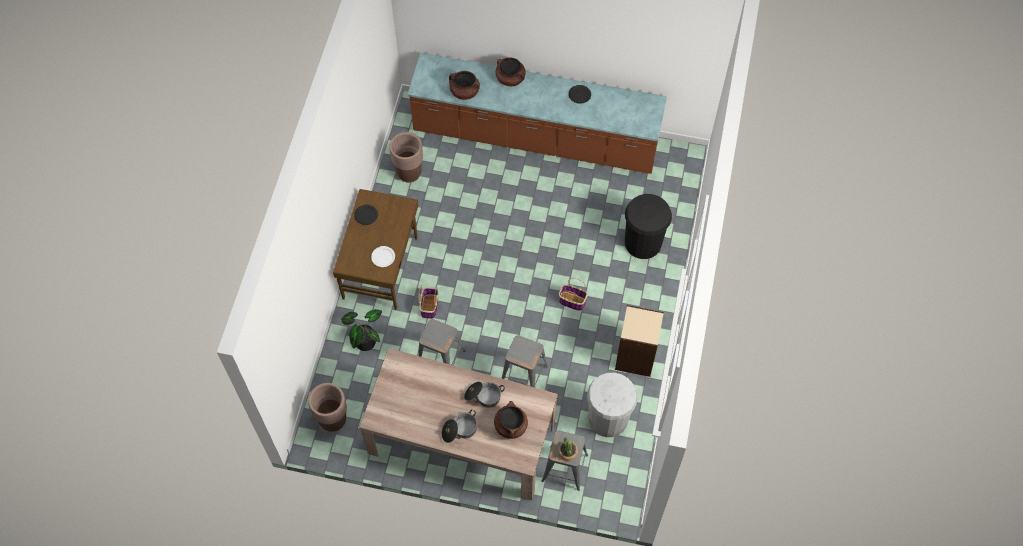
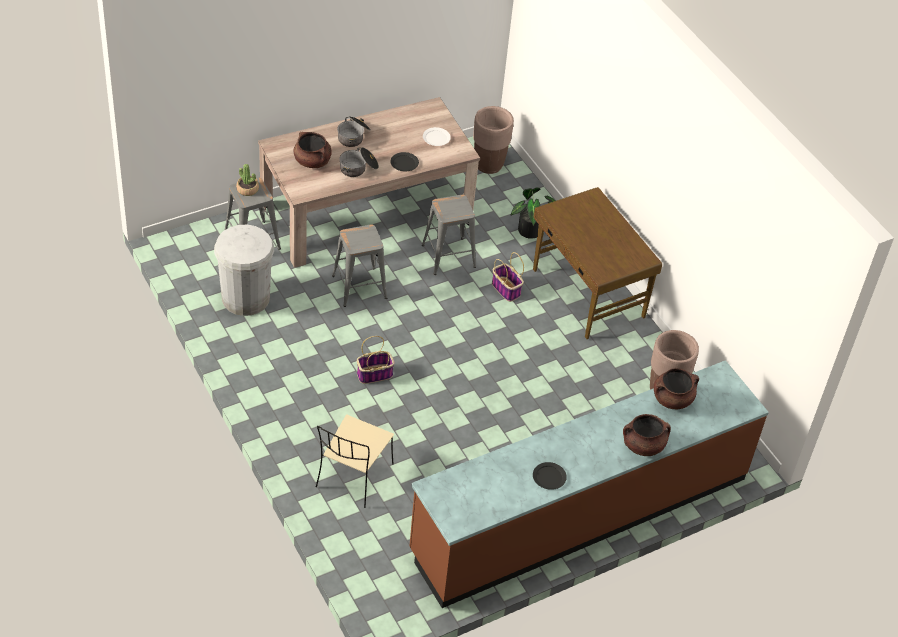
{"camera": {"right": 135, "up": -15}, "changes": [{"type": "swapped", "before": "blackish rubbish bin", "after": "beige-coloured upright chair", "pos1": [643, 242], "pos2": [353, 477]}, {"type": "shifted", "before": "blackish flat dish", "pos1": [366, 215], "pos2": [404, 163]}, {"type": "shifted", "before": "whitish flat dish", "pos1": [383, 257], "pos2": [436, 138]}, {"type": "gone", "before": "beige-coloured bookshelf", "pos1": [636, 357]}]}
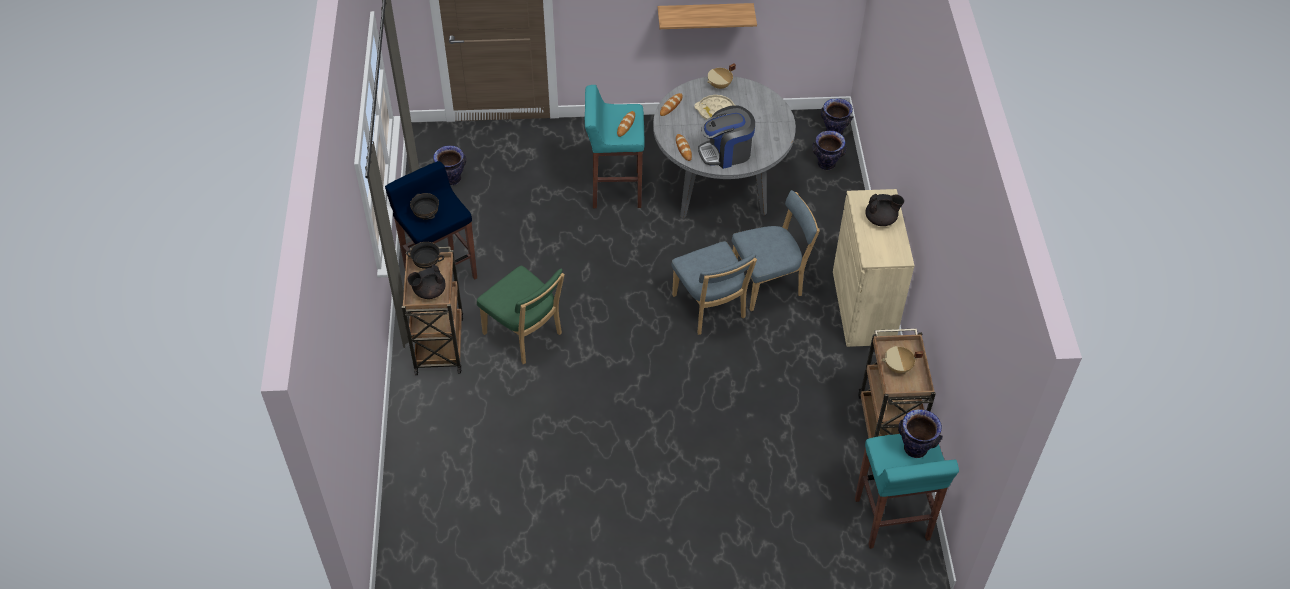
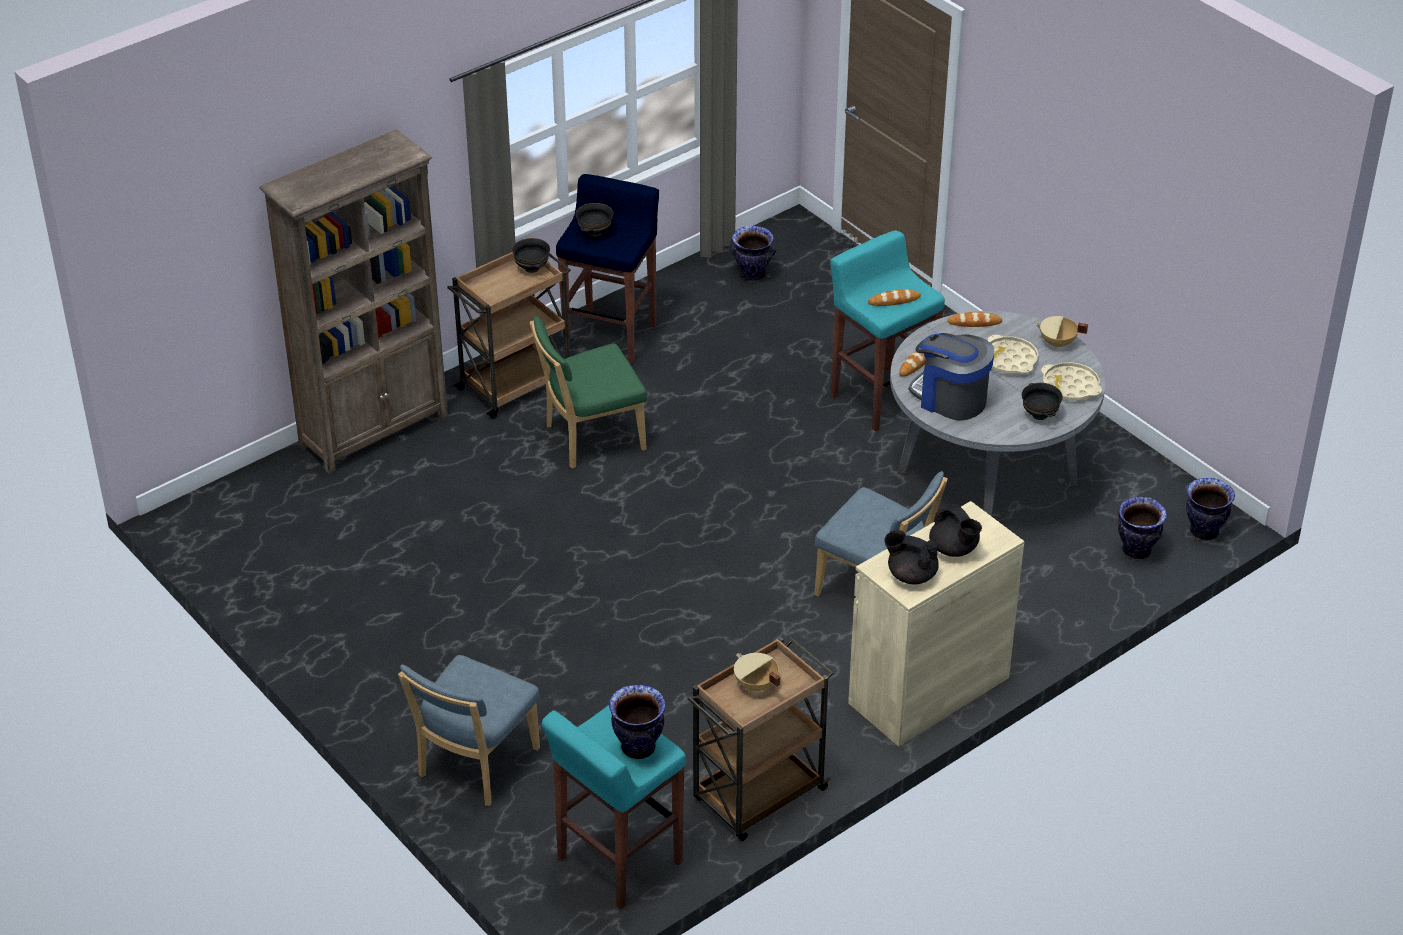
{"camera": {"right": 55, "up": -10}, "changes": [{"type": "gone", "before": "wall shelf", "pos1": [705, 15]}, {"type": "shifted", "before": "blue-coloured upright chair", "pos1": [710, 309], "pos2": [474, 766]}, {"type": "shifted", "before": "blackish tea pot", "pos1": [429, 292], "pos2": [911, 575]}, {"type": "rotated", "before": "green-coloured upright chair", "pos1": [525, 336], "pos2": [590, 438], "turn": 60}, {"type": "new", "after": "brown bookshelf", "pos2": [375, 430]}, {"type": "new", "after": "beige-coloured serving tray", "pos2": [1070, 386]}, {"type": "new", "after": "blackish serving bowl", "pos2": [1040, 415]}]}
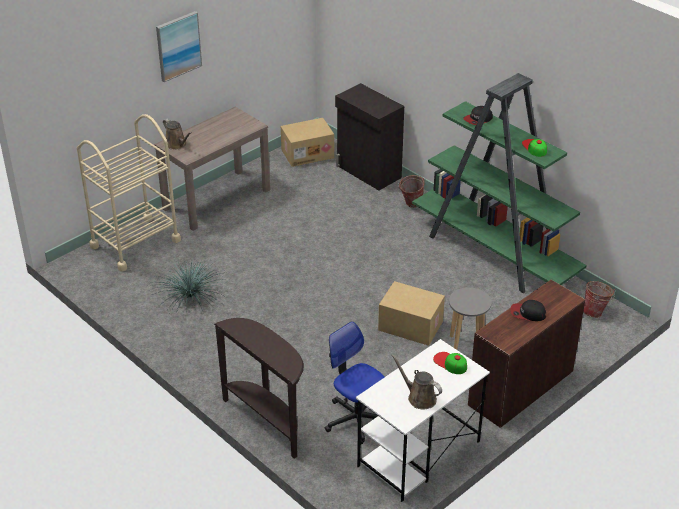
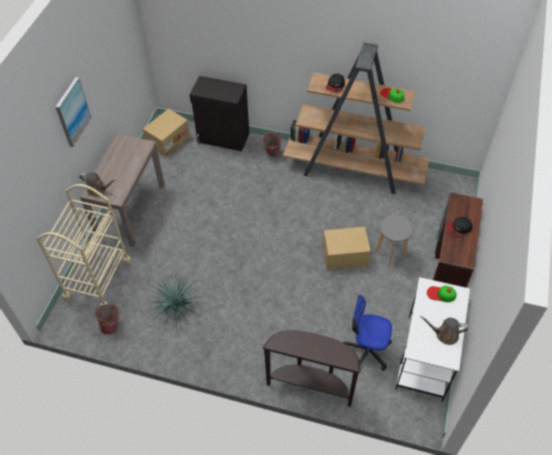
{"camera": {"right": -30, "up": 15}, "changes": [{"type": "repainted", "before": "green-coloured bookshelf", "after": "brown bookshelf", "pos1": [494, 253], "pos2": [354, 170]}, {"type": "shifted", "before": "bucket", "pos1": [596, 312], "pos2": [112, 325]}]}
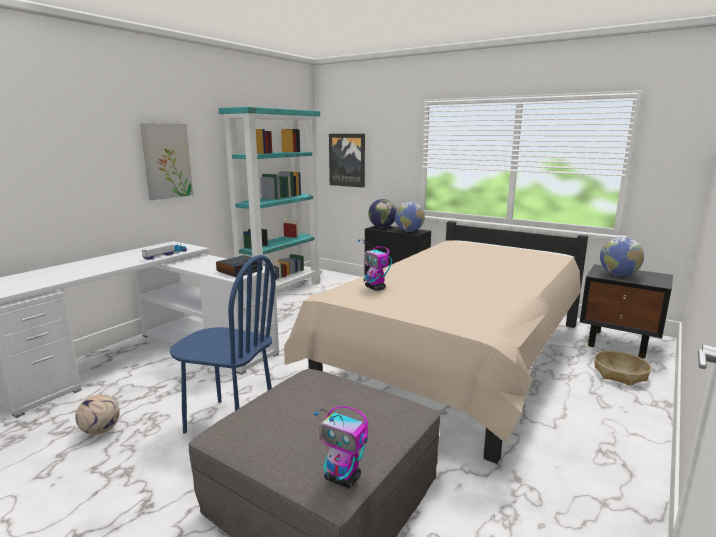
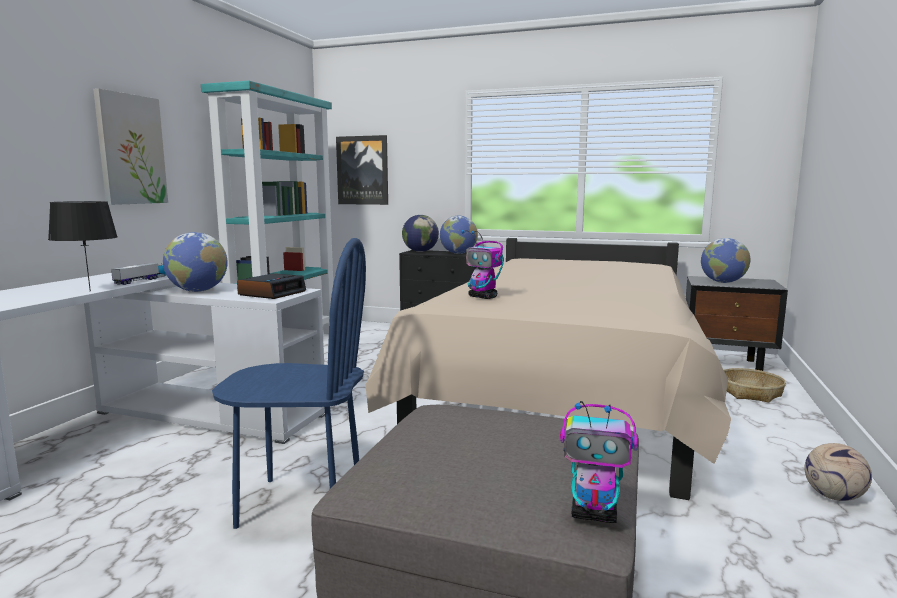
{"camera": {"right": -15, "up": -5}, "changes": [{"type": "shifted", "before": "ball for football", "pos1": [100, 430], "pos2": [832, 496]}, {"type": "new", "after": "blackish lamp for a table", "pos2": [91, 291]}, {"type": "new", "after": "desk globe", "pos2": [198, 291]}]}
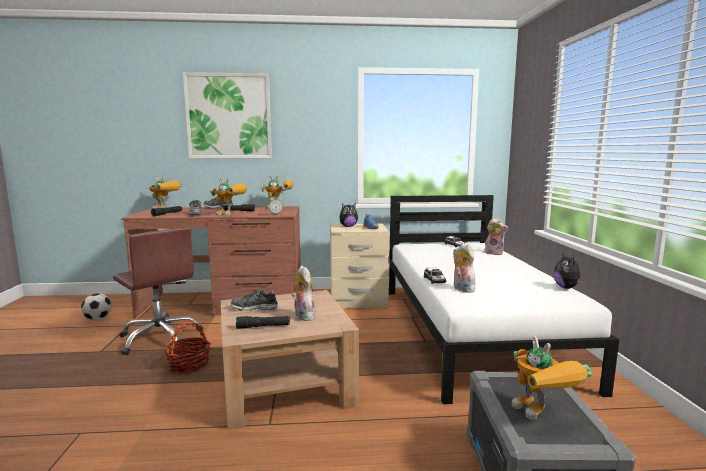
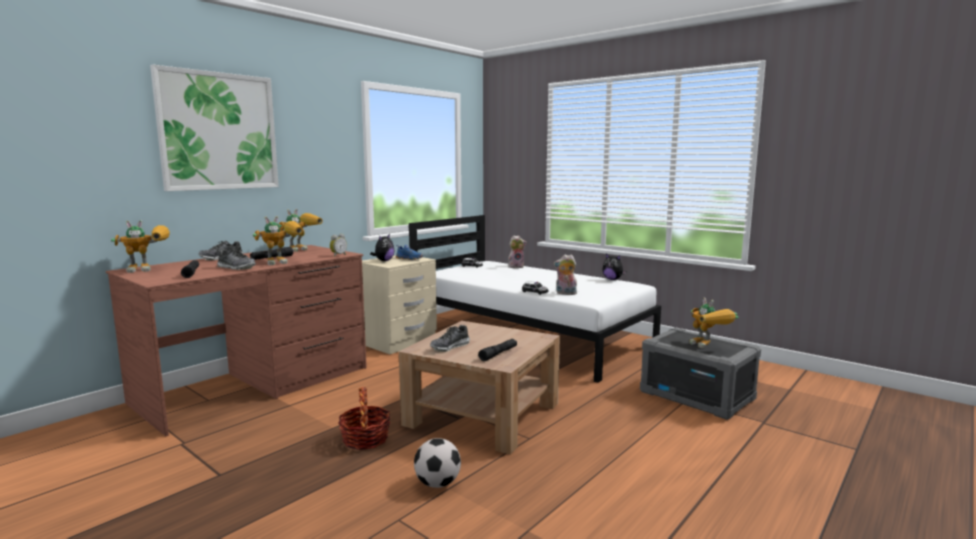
{"camera": {"right": -45, "up": 0}, "changes": [{"type": "gone", "before": "brown desk chair", "pos1": [160, 338]}, {"type": "gone", "before": "plush toy", "pos1": [303, 316]}, {"type": "shifted", "before": "ball for football", "pos1": [98, 319], "pos2": [437, 483]}, {"type": "rotated", "before": "toy robot", "pos1": [542, 416], "pos2": [709, 346], "turn": 45}]}
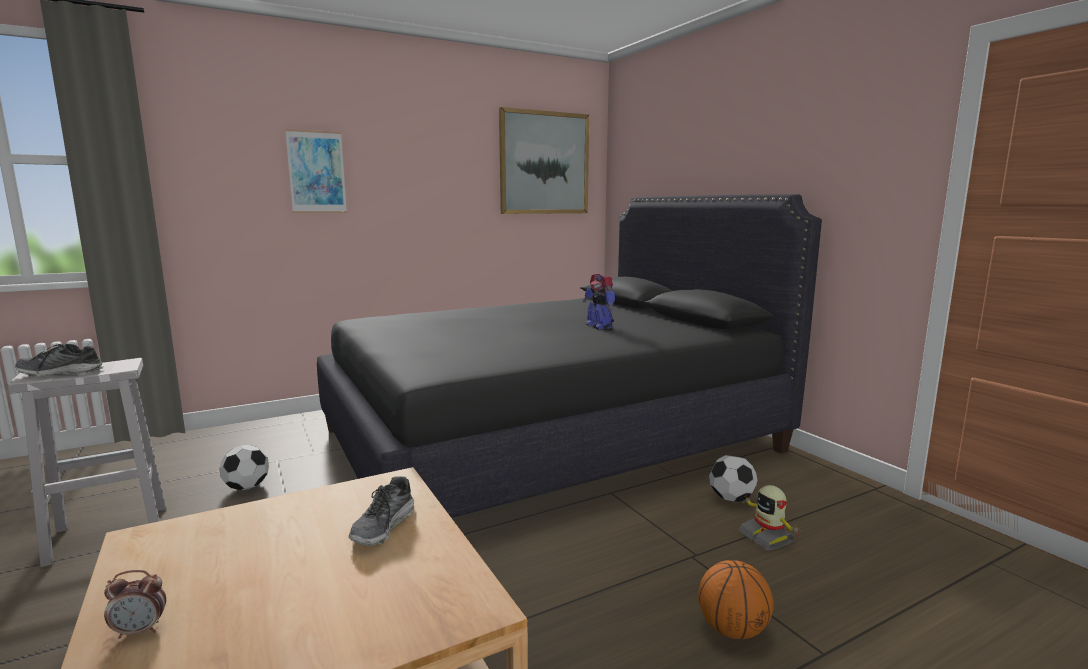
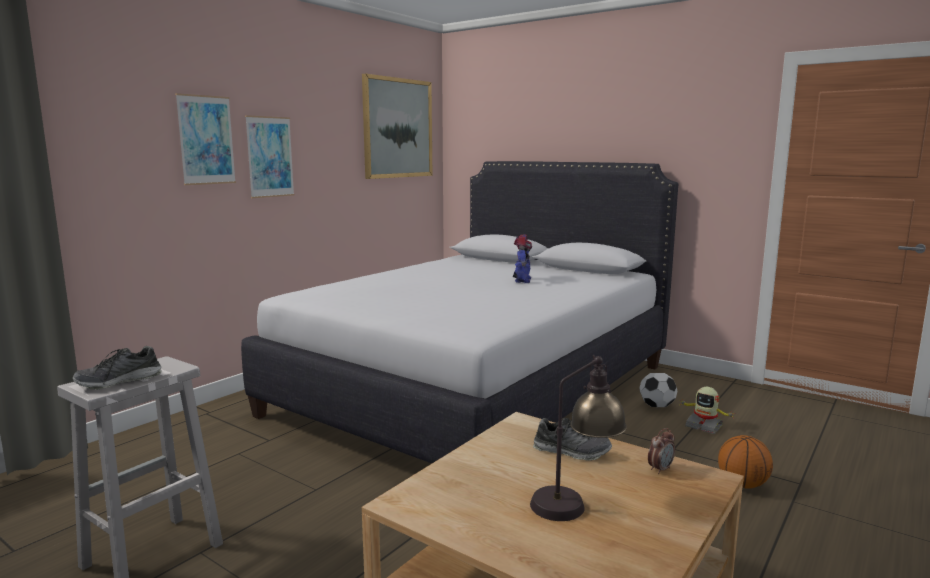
{"camera": {"right": -25, "up": 0}, "changes": [{"type": "repainted", "before": "blackish bedroom bed", "after": "whitish bedroom bed", "pos1": [549, 439], "pos2": [476, 388]}, {"type": "rotated", "before": "toy robot", "pos1": [599, 326], "pos2": [522, 280], "turn": -120}, {"type": "gone", "before": "ball for football", "pos1": [247, 487]}, {"type": "rotated", "before": "item of footwear", "pos1": [383, 526], "pos2": [571, 451], "turn": -60}, {"type": "shifted", "before": "alarm clock", "pos1": [140, 631], "pos2": [660, 469]}, {"type": "new", "after": "wall picture", "pos2": [270, 157]}, {"type": "new", "after": "lamp for a table", "pos2": [576, 502]}]}
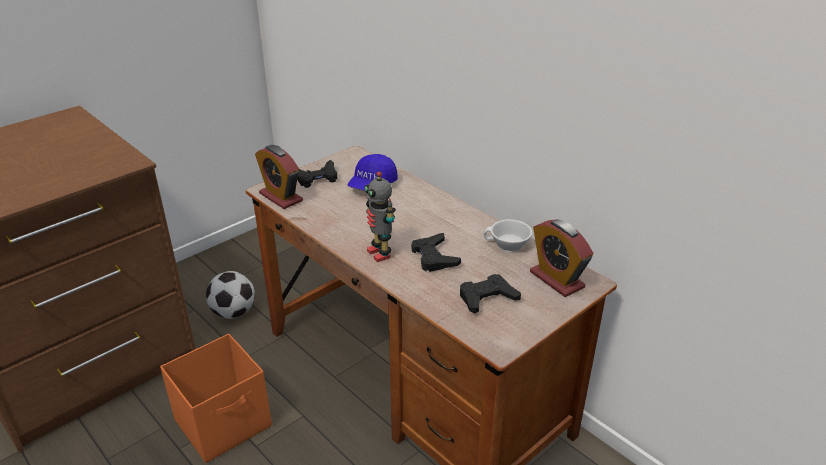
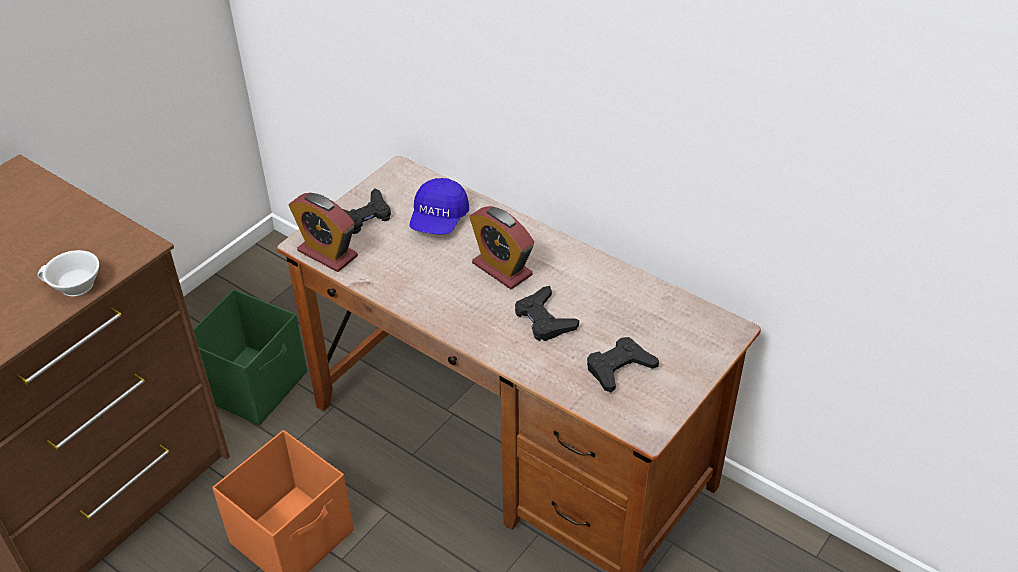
{"camera": {"right": -10, "up": 10}, "changes": [{"type": "gone", "before": "toy robot", "pos1": [380, 253]}, {"type": "shifted", "before": "whitish cup", "pos1": [508, 246], "pos2": [74, 287]}, {"type": "shifted", "before": "alarm clock", "pos1": [556, 279], "pos2": [502, 269]}, {"type": "swapped", "before": "ball for football", "after": "green-coloured storage bin", "pos1": [233, 312], "pos2": [255, 385]}]}
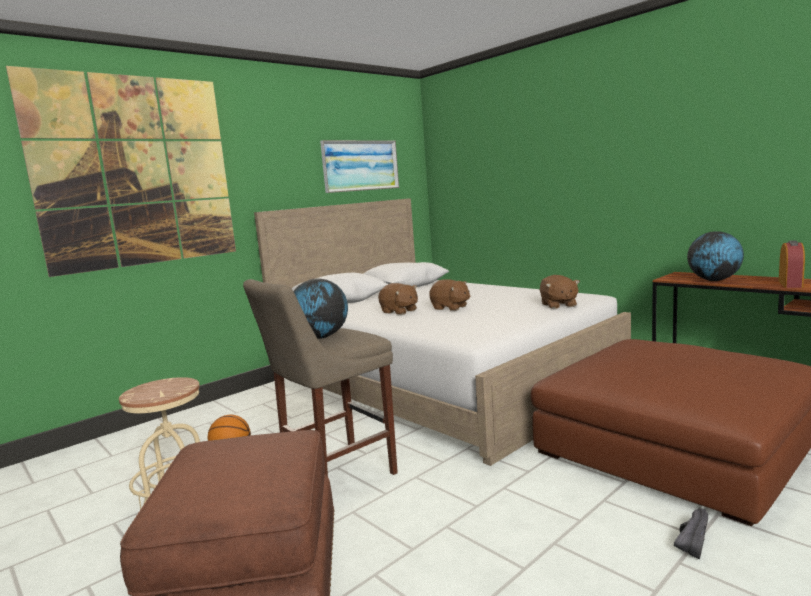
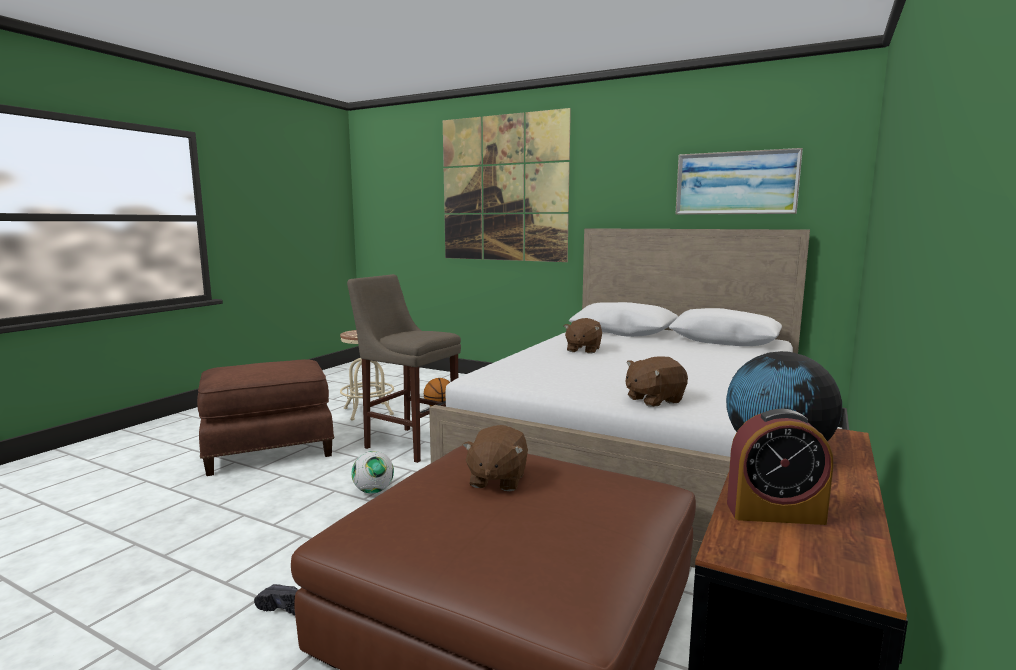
{"camera": {"right": 70, "up": 0}, "changes": [{"type": "gone", "before": "desk globe", "pos1": [321, 337]}, {"type": "shifted", "before": "brown plush toy", "pos1": [450, 308], "pos2": [497, 480]}, {"type": "new", "after": "ball for football", "pos2": [373, 491]}]}
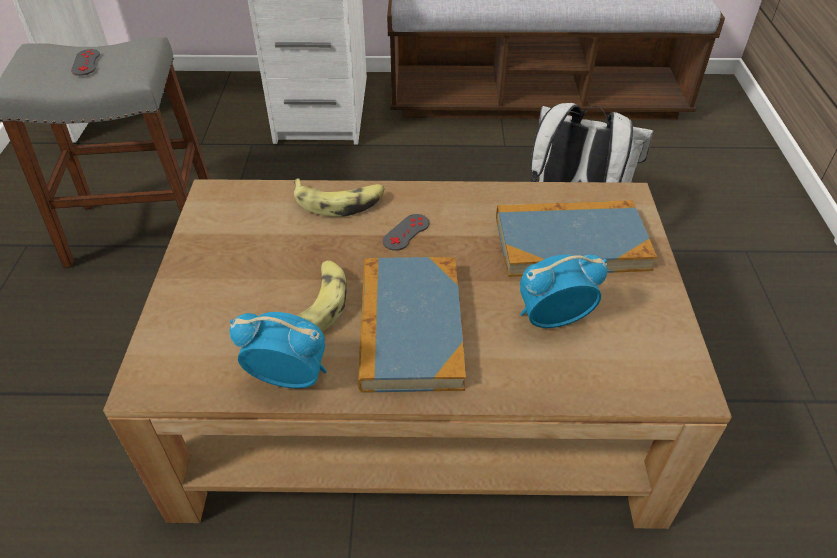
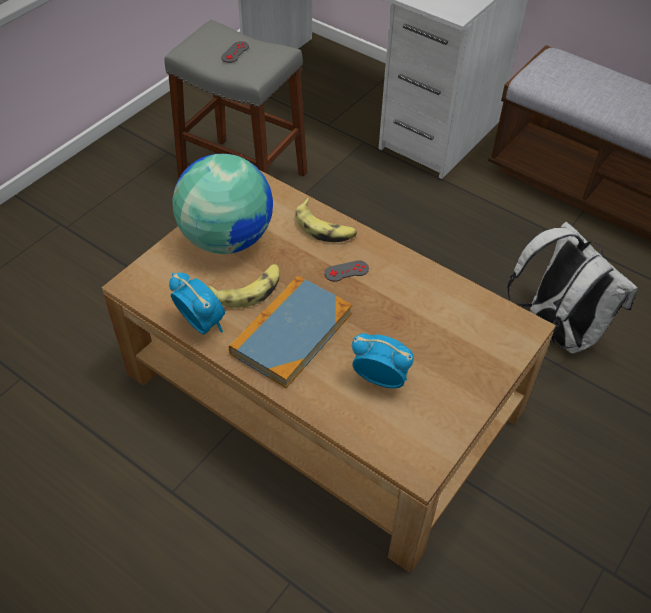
{"camera": {"right": 35, "up": 5}, "changes": [{"type": "gone", "before": "bound book", "pos1": [570, 243]}, {"type": "new", "after": "desk globe", "pos2": [226, 238]}]}
